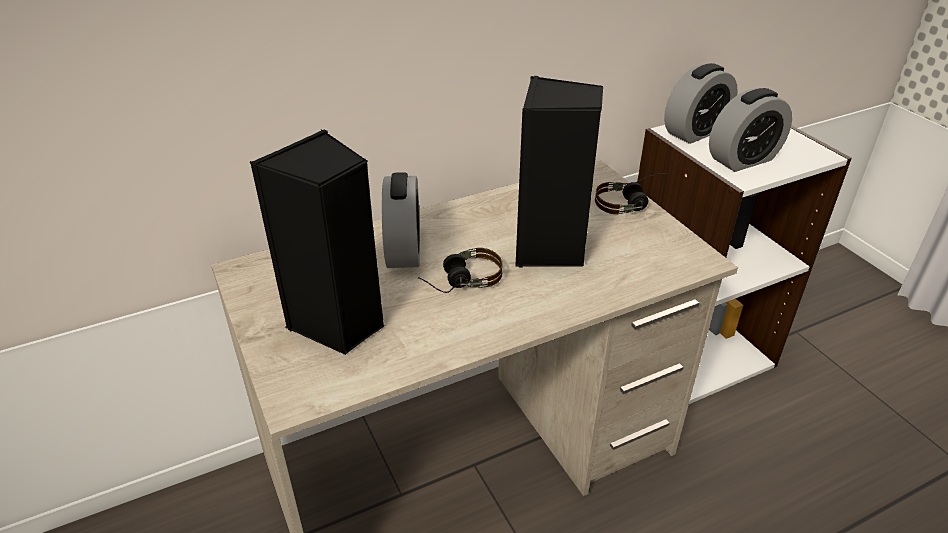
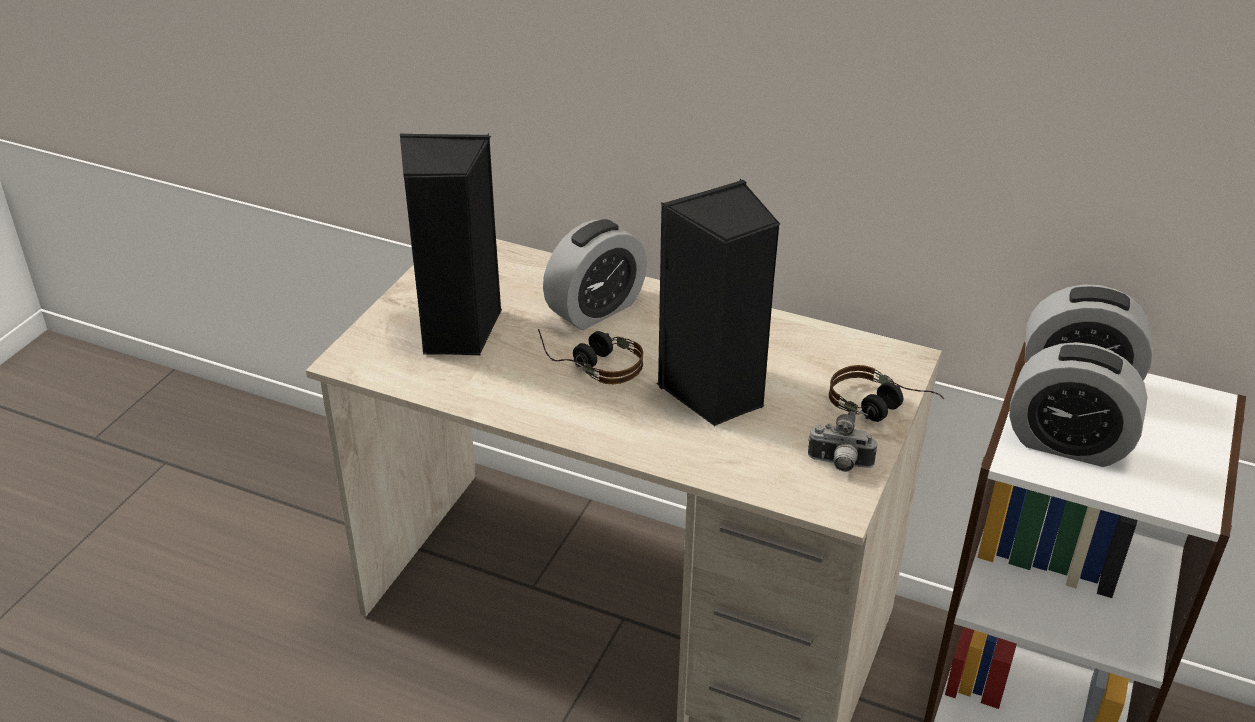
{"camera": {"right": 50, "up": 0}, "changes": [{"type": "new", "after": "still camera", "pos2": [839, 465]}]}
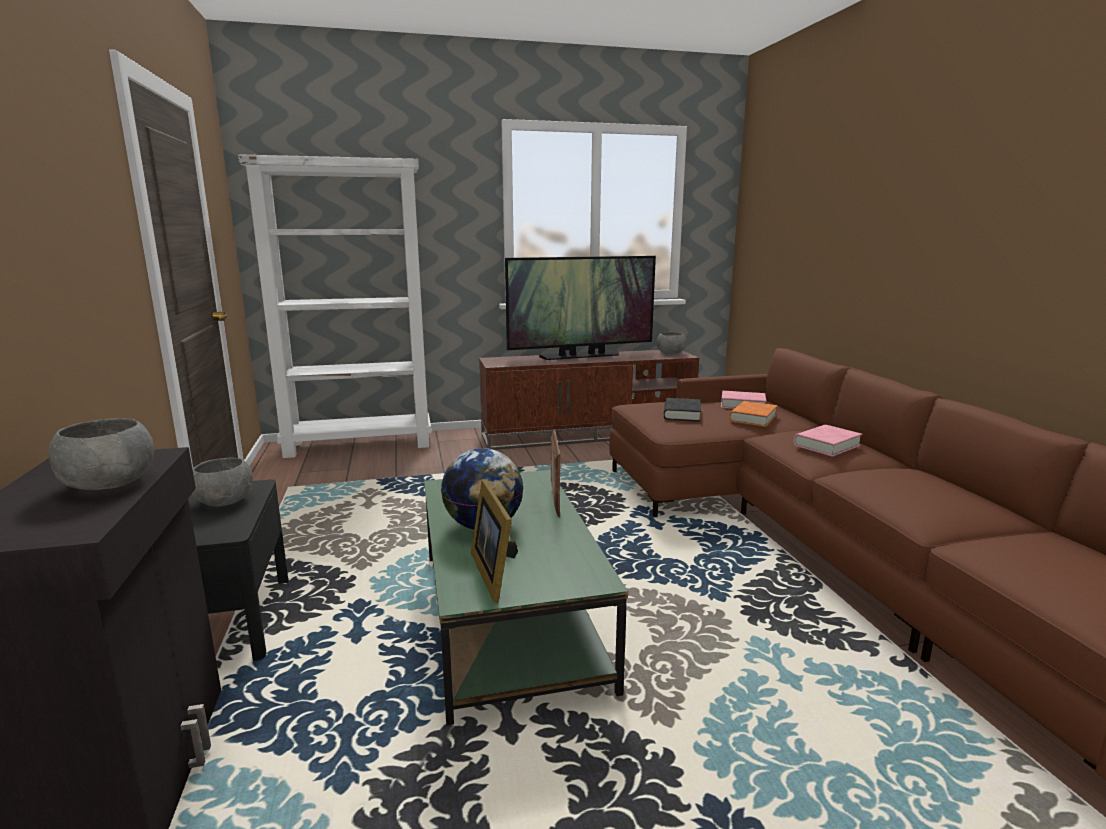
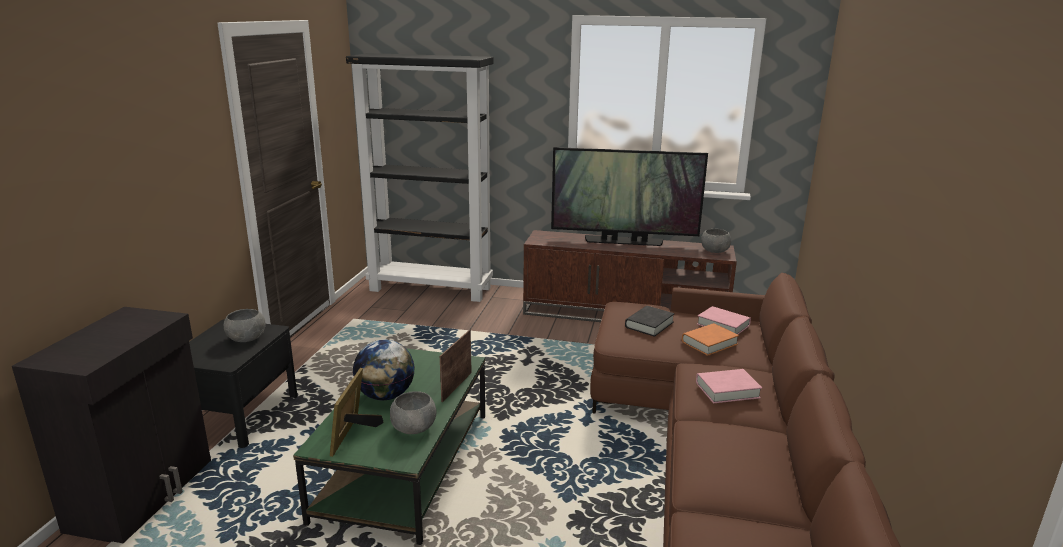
{"camera": {"right": 25, "up": 5}, "changes": [{"type": "repainted", "before": "whitish bookshelf", "after": "blackish bookshelf", "pos1": [360, 444], "pos2": [432, 289]}, {"type": "shifted", "before": "grey serving bowl", "pos1": [109, 484], "pos2": [413, 428]}]}
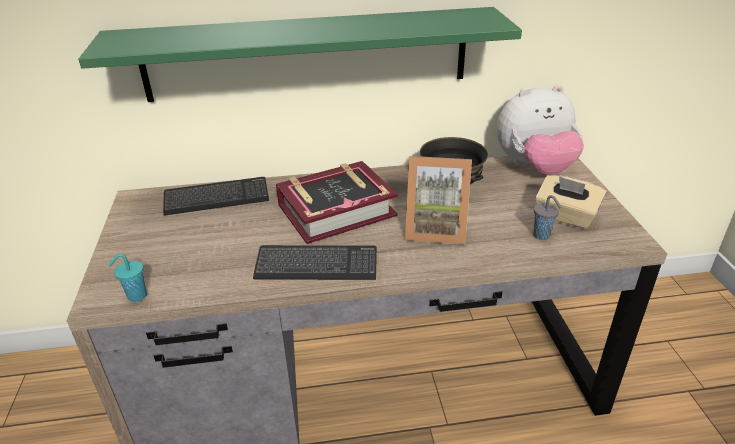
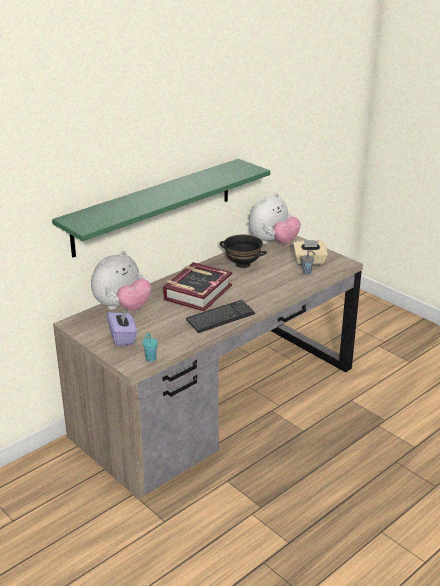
{"camera": {"right": -35, "up": -5}, "changes": [{"type": "gone", "before": "picture frame", "pos1": [435, 229]}, {"type": "swapped", "before": "PC keyboard", "after": "plush toy", "pos1": [216, 198], "pos2": [122, 308]}, {"type": "new", "after": "purplish tissue holder", "pos2": [123, 337]}]}
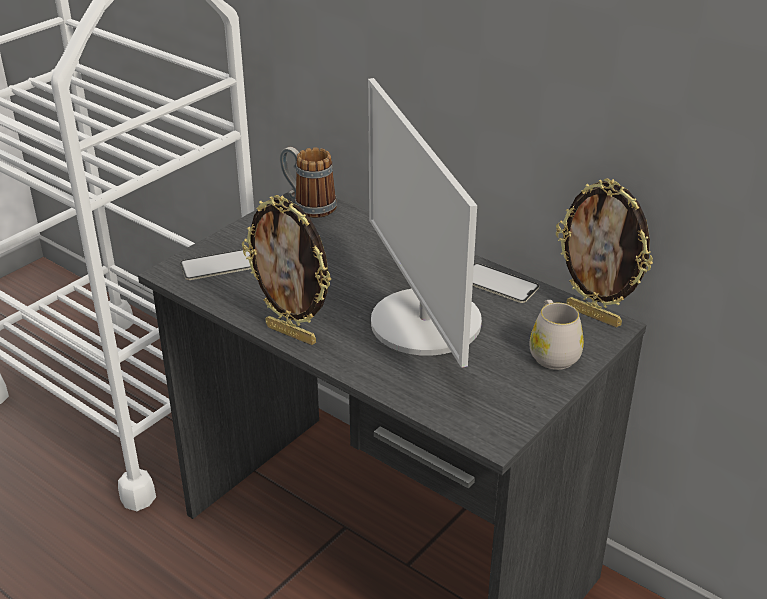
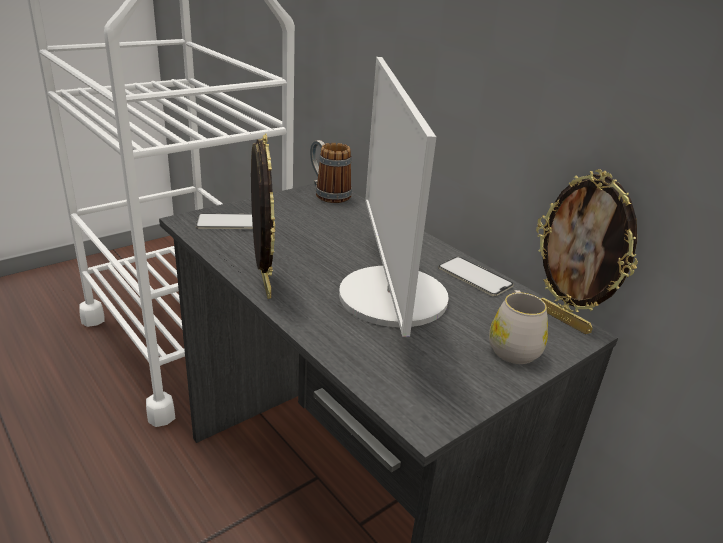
{"camera": {"right": 10, "up": -5}, "changes": [{"type": "rotated", "before": "picture frame", "pos1": [292, 334], "pos2": [263, 284], "turn": -150}]}
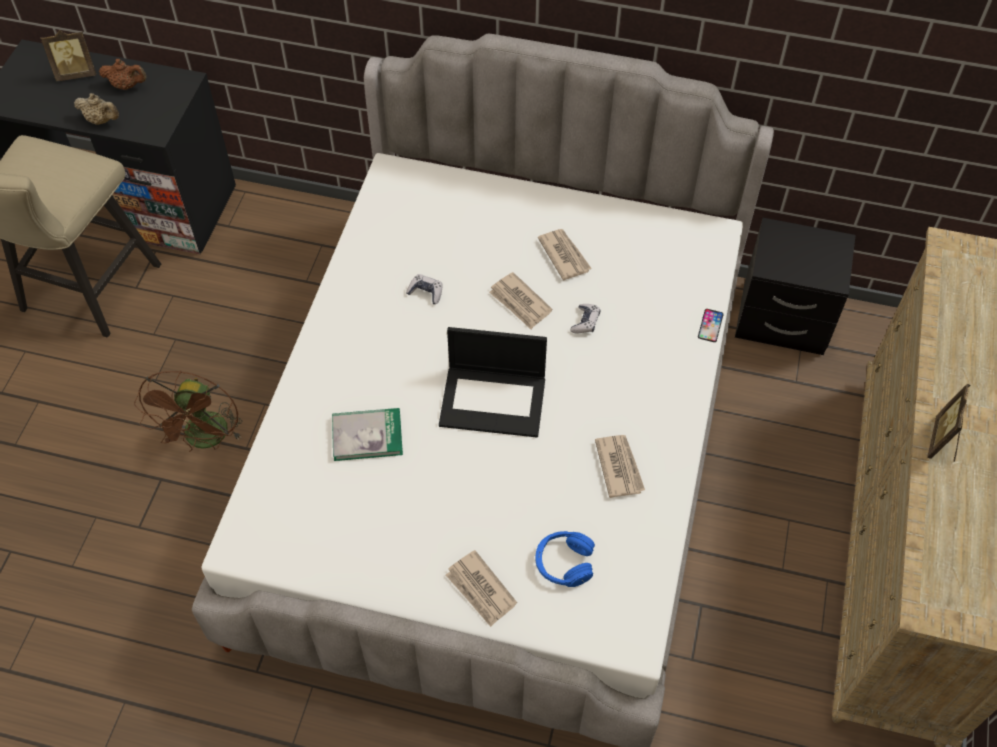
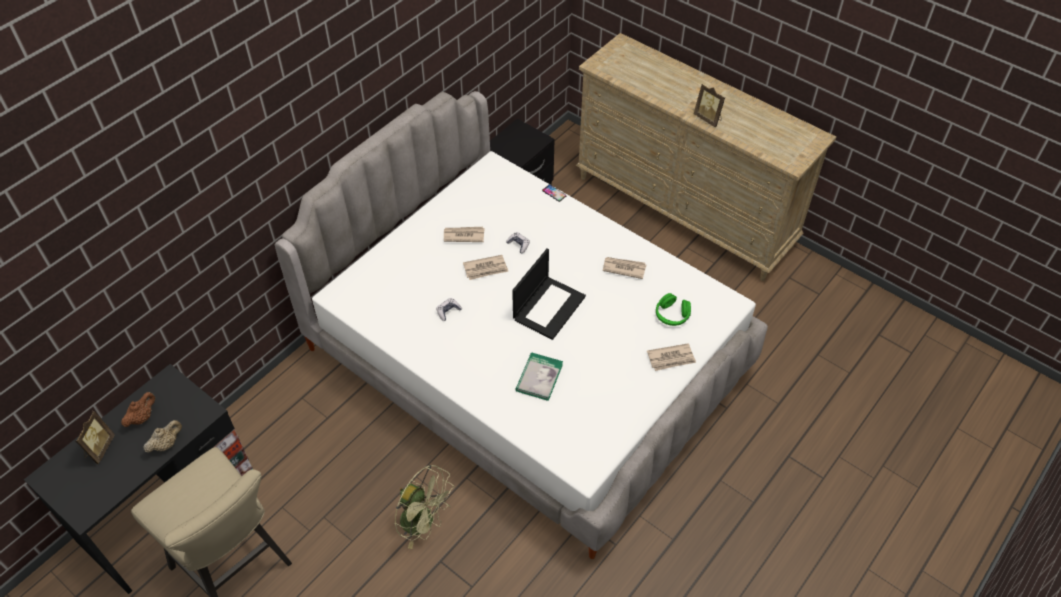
{"camera": {"right": -65, "up": -5}, "changes": [{"type": "repainted", "before": "brown cooling fan", "after": "green-coloured cooling fan", "pos1": [205, 440], "pos2": [424, 522]}, {"type": "repainted", "before": "blue-coloured headset", "after": "green-coloured headset", "pos1": [564, 563], "pos2": [672, 315]}]}
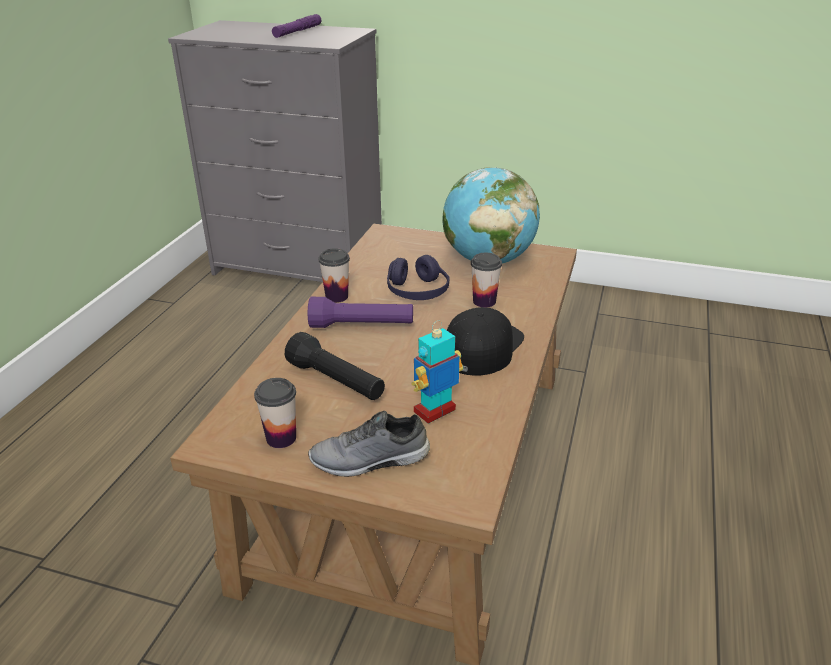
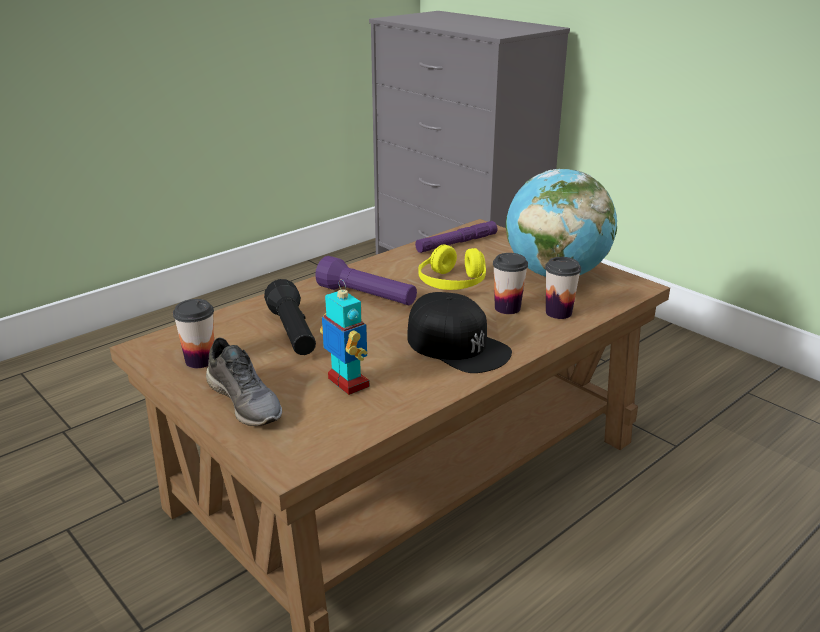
{"camera": {"right": 30, "up": -5}, "changes": [{"type": "shifted", "before": "purplish flashlight", "pos1": [297, 31], "pos2": [456, 243]}, {"type": "shifted", "before": "cup", "pos1": [336, 297], "pos2": [558, 313]}, {"type": "repainted", "before": "purplish headset", "after": "yellowish headset", "pos1": [417, 291], "pos2": [452, 283]}, {"type": "rotated", "before": "blackish peaked cap", "pos1": [483, 347], "pos2": [457, 345], "turn": 75}, {"type": "rotated", "before": "toy robot", "pos1": [435, 411], "pos2": [347, 383], "turn": 60}, {"type": "rotated", "before": "grey item of footwear", "pos1": [370, 461], "pos2": [246, 401], "turn": -150}]}
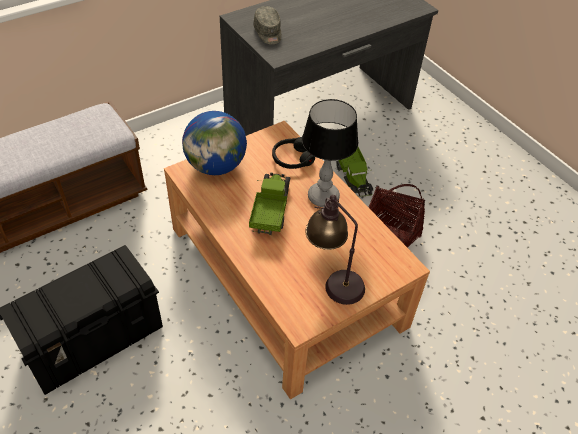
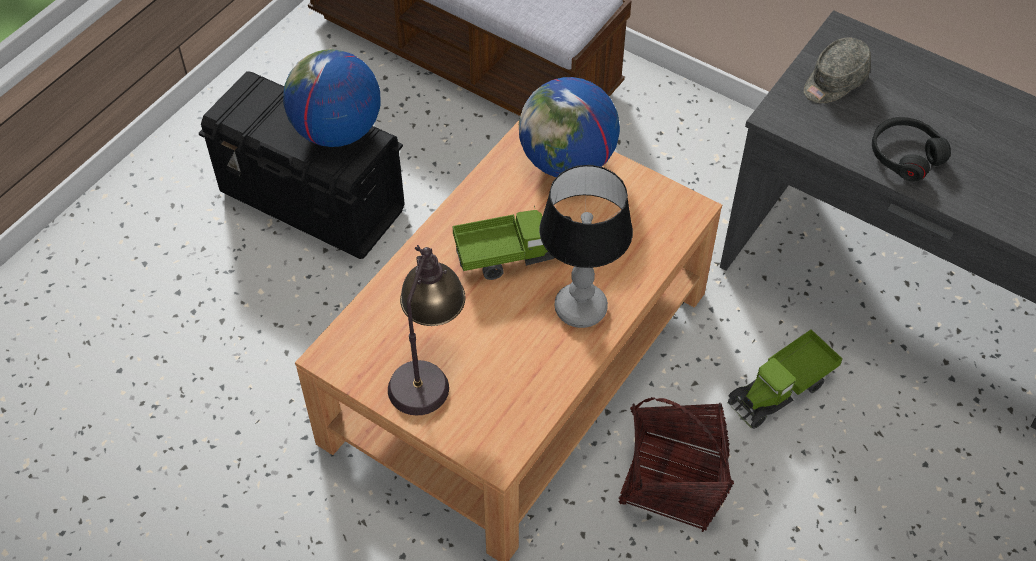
{"camera": {"right": 70, "up": 5}, "changes": [{"type": "shifted", "before": "blackish headset", "pos1": [292, 158], "pos2": [905, 155]}, {"type": "new", "after": "desk globe", "pos2": [337, 131]}]}
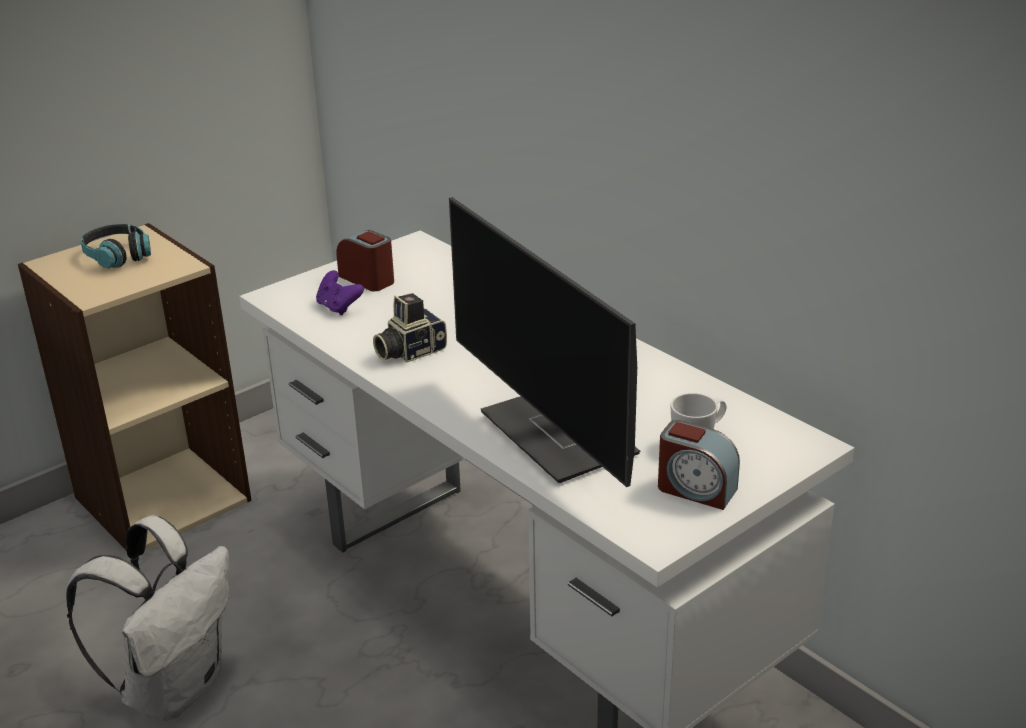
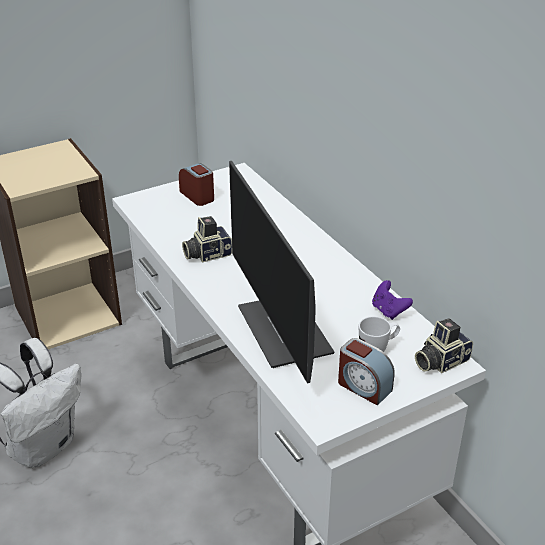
{"camera": {"right": 10, "up": 5}, "changes": [{"type": "gone", "before": "headset", "pos1": [117, 256]}, {"type": "shifted", "before": "purplish gamepad", "pos1": [338, 307], "pos2": [389, 311]}, {"type": "new", "after": "still camera", "pos2": [440, 361]}]}
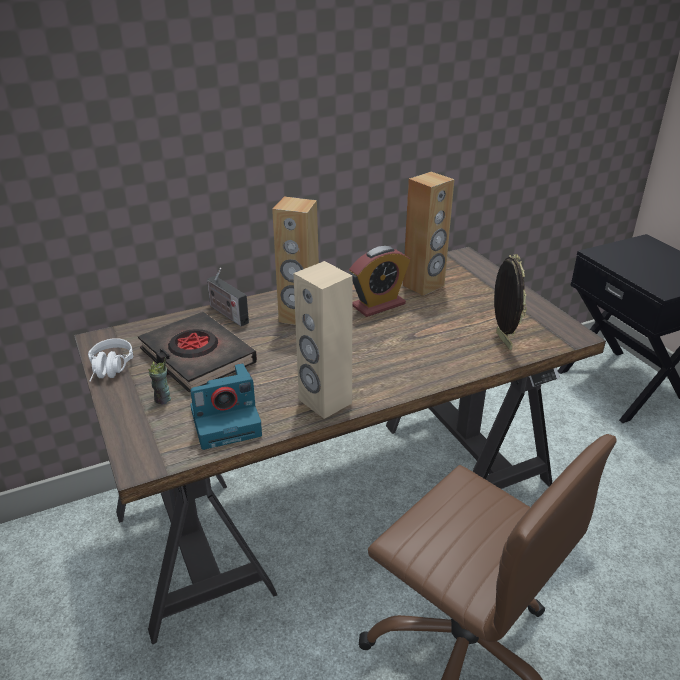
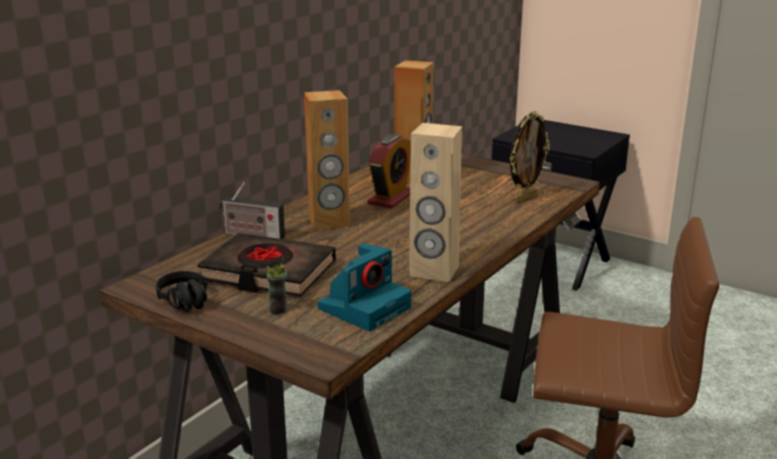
{"camera": {"right": -30, "up": -10}, "changes": [{"type": "rotated", "before": "picture frame", "pos1": [502, 341], "pos2": [525, 198], "turn": 90}, {"type": "repainted", "before": "whitish headset", "after": "blackish headset", "pos1": [110, 370], "pos2": [188, 304]}]}
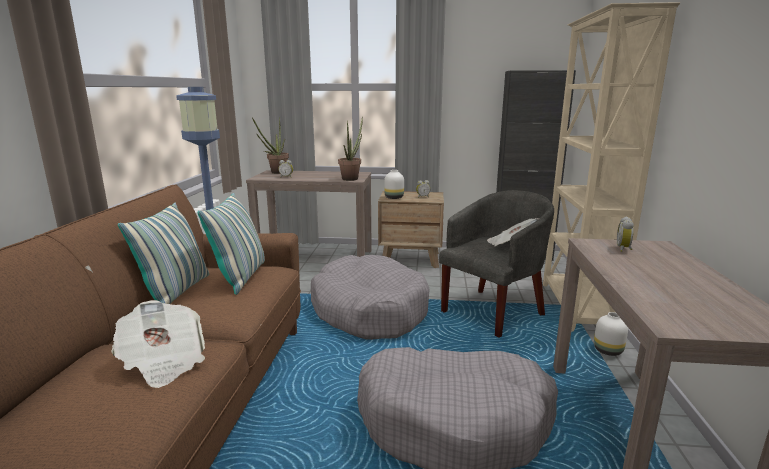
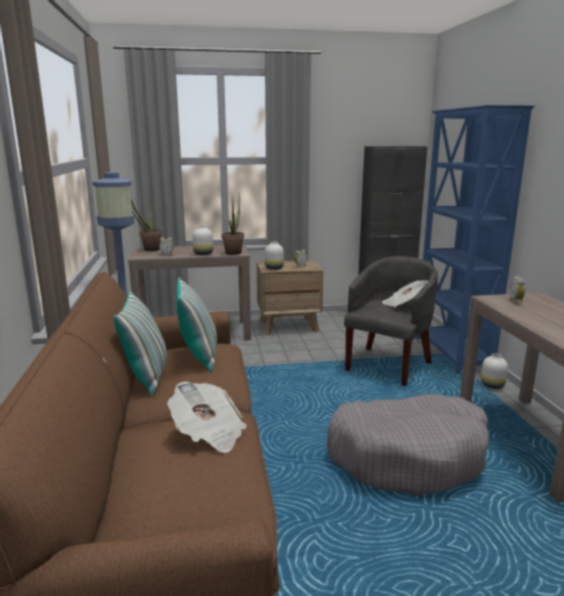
{"camera": {"right": -15, "up": 0}, "changes": [{"type": "repainted", "before": "beige-coloured bookshelf", "after": "blue-coloured bookshelf", "pos1": [576, 307], "pos2": [451, 354]}, {"type": "gone", "before": "grey dog cushion", "pos1": [369, 311]}, {"type": "new", "after": "whitish flower vase", "pos2": [203, 254]}]}
